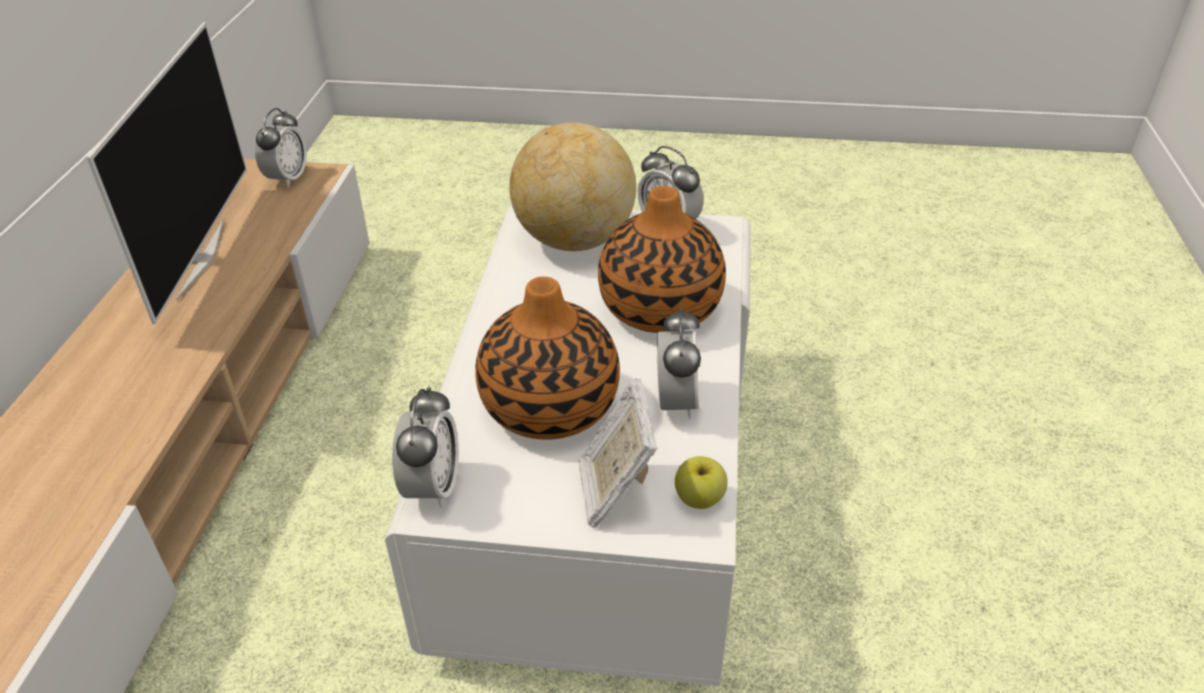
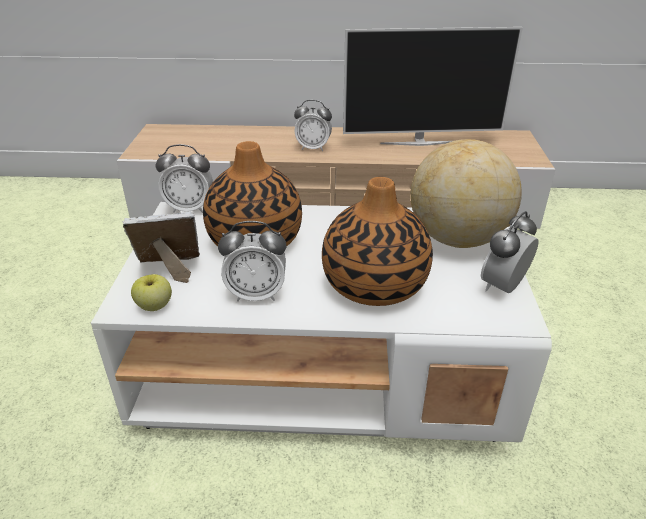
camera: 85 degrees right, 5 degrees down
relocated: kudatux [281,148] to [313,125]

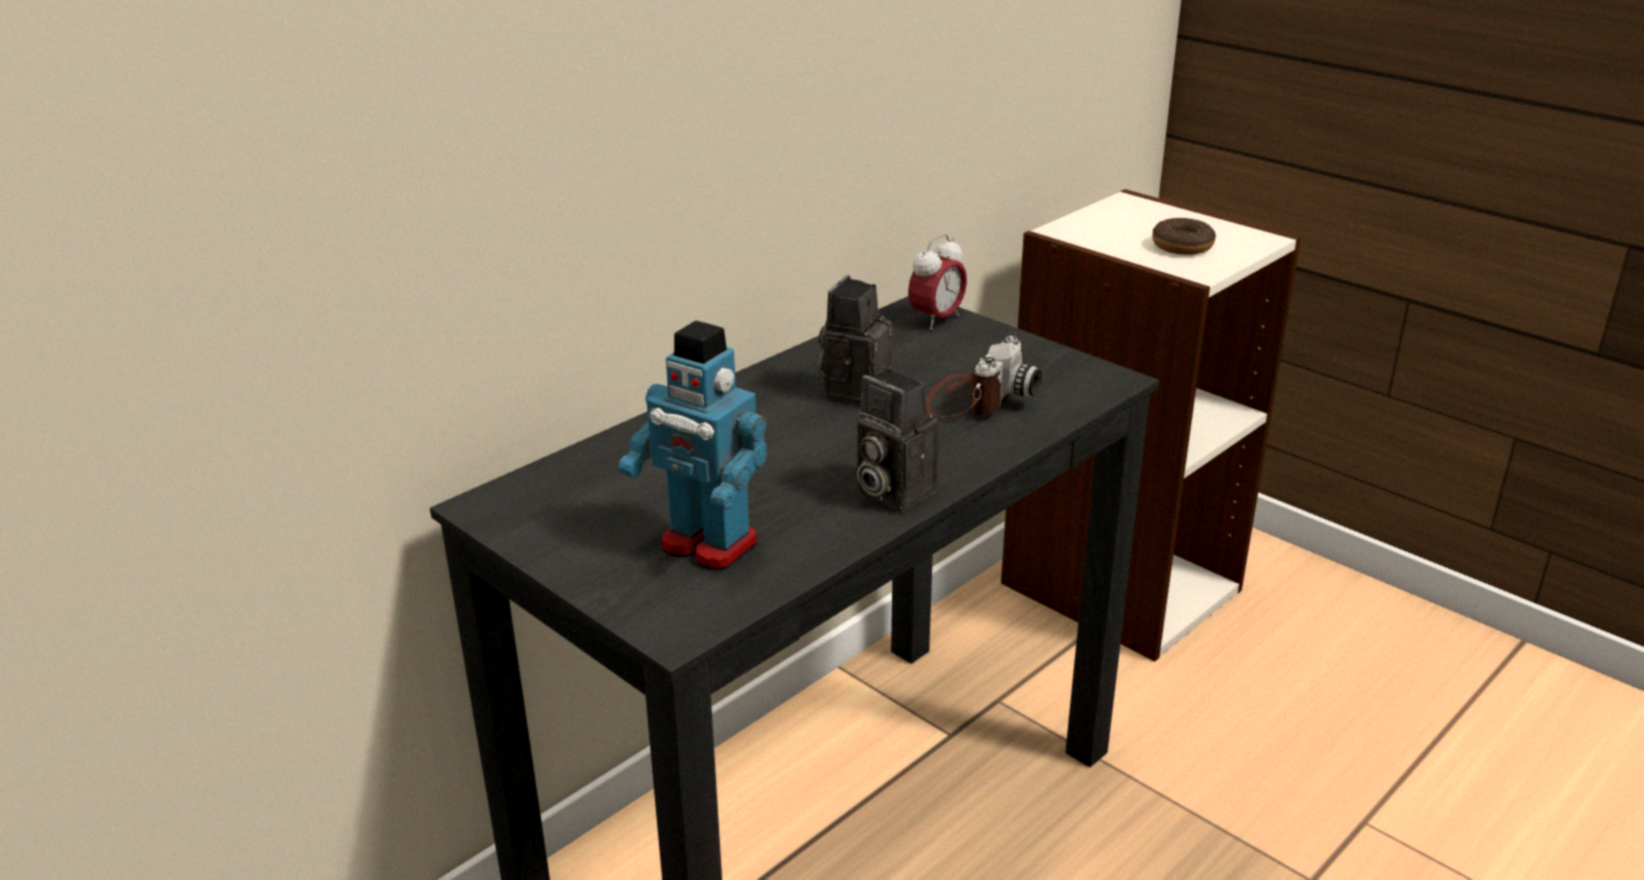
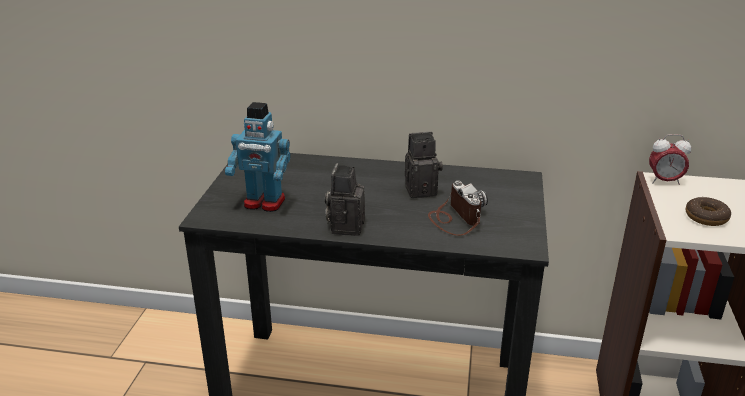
camera: 55 degrees right, 0 degrees up
relocated: kudatux [937,282] to [670,159]
spun: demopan [693,445] = [258,157] 75 degrees counterclockwise; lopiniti [984,376] = [458,208] 105 degrees counterclockwise

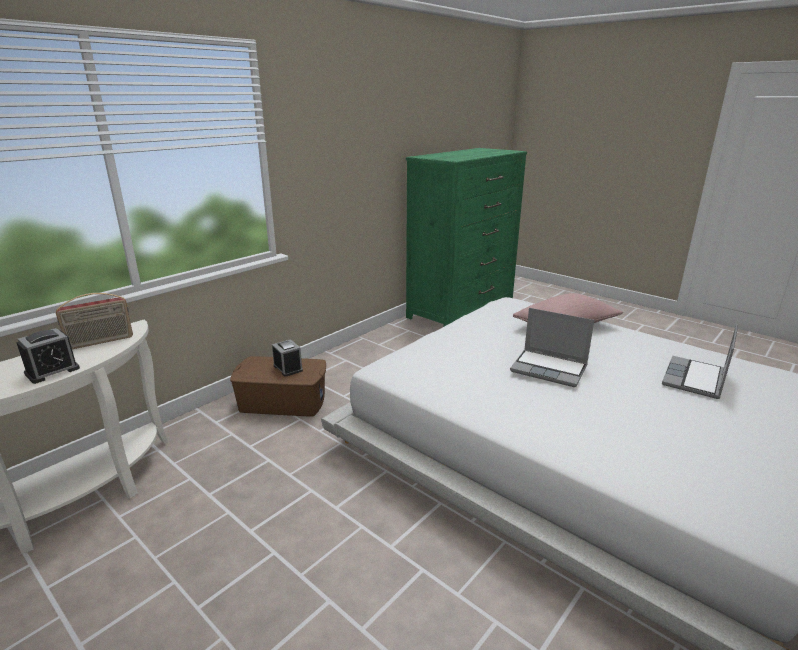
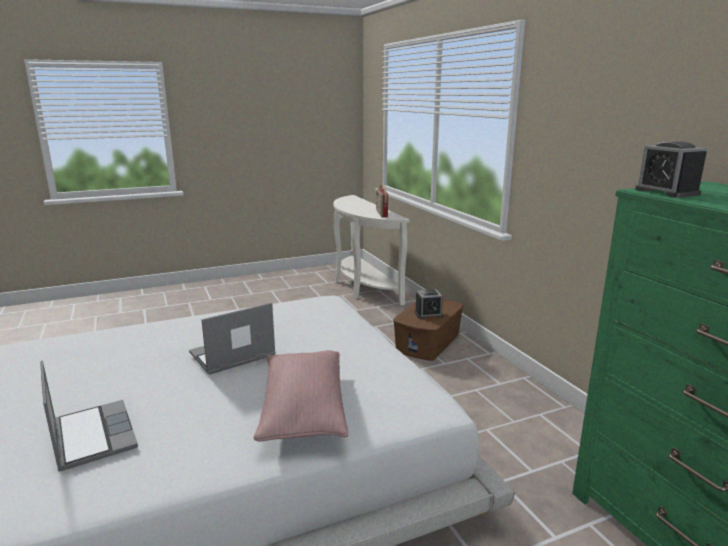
camera: 115 degrees right, 5 degrees down
relocated: kudatux [48,356] to [671,170]

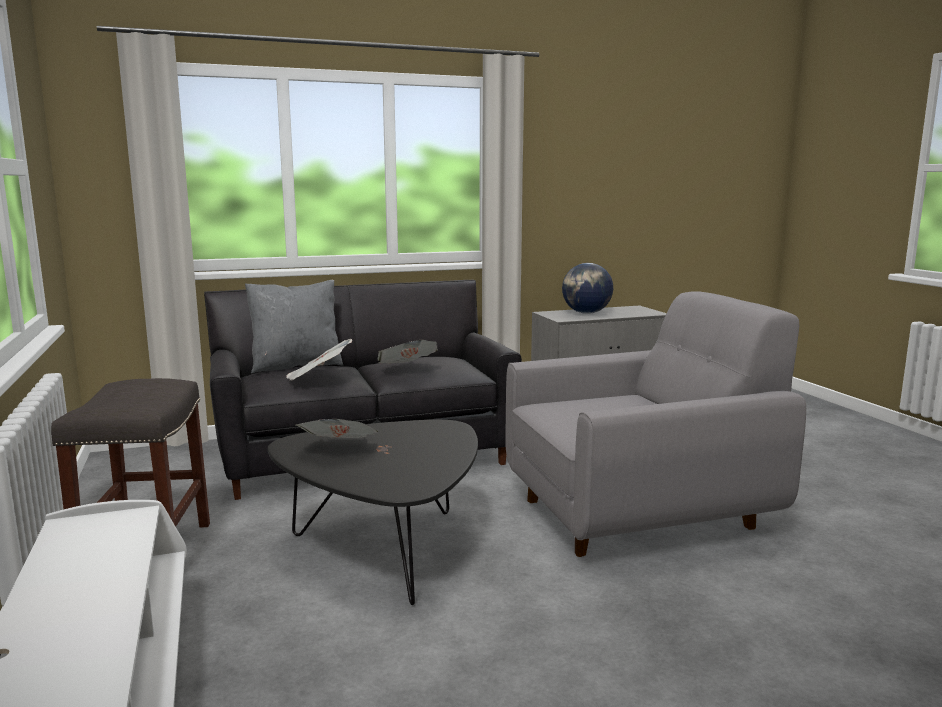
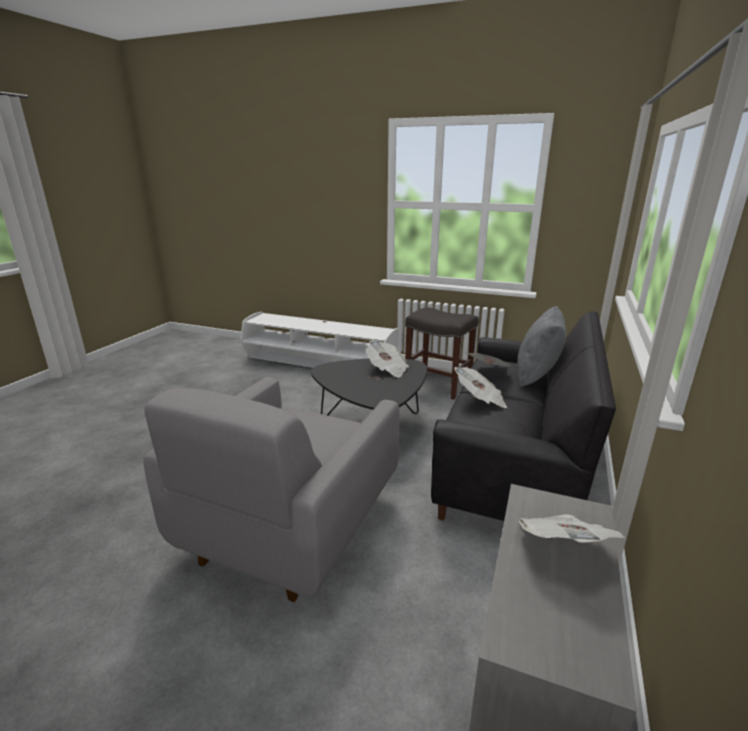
camera: 130 degrees right, 10 degrees up
exchanged: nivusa [587,288] to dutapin [571,528]

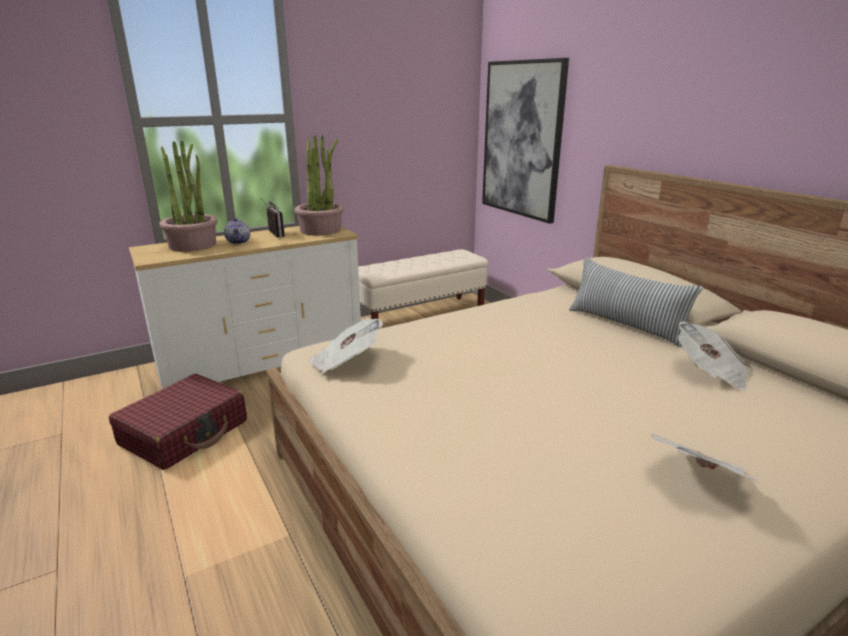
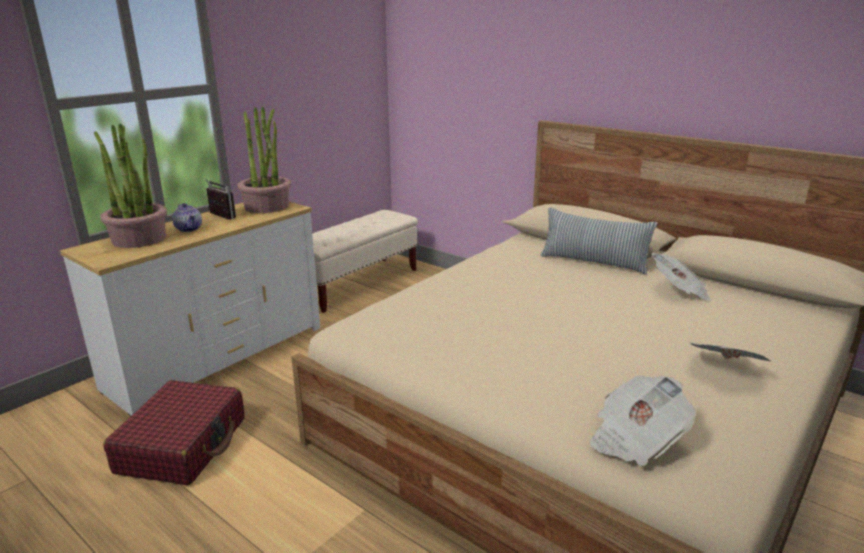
camera: 20 degrees left, 0 degrees up
missing: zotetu [525,141]
relocated: dutapin [346,346] to [642,420]

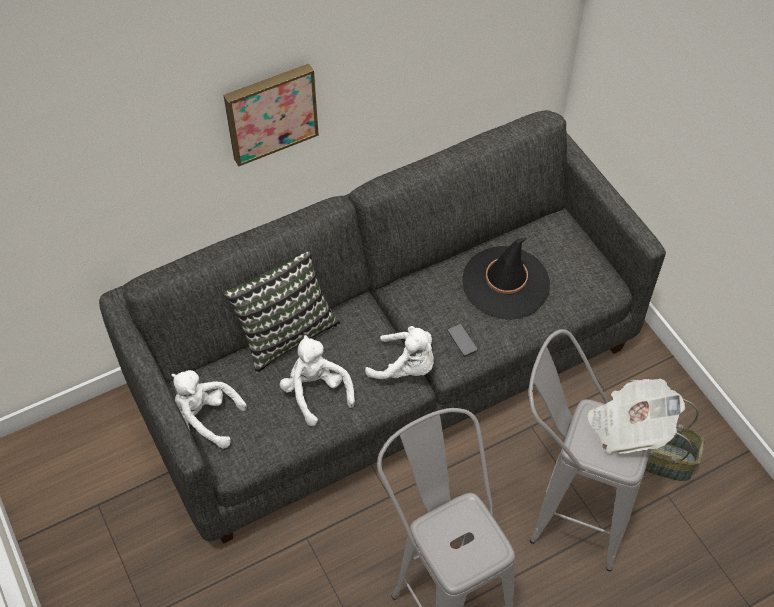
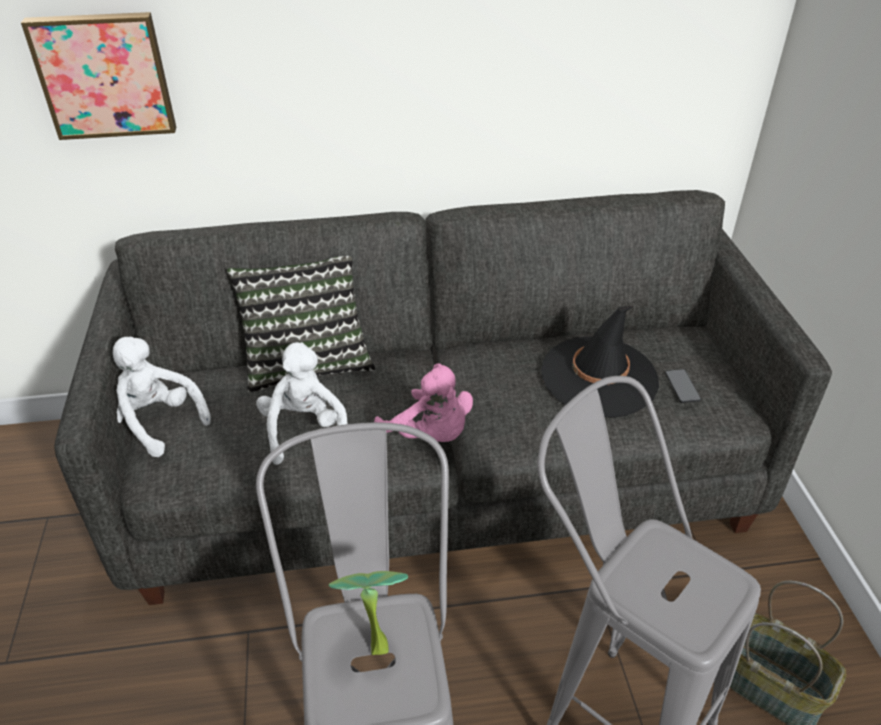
camera: 20 degrees right, 15 degrees down
missing: dutapin [636,416]
appeared: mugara [368,613]
relocated: zotetu [271,115] to [98,76]; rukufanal [462,340] to [683,386]
colour: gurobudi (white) [399,352] to gurobudi (pink) [423,402]

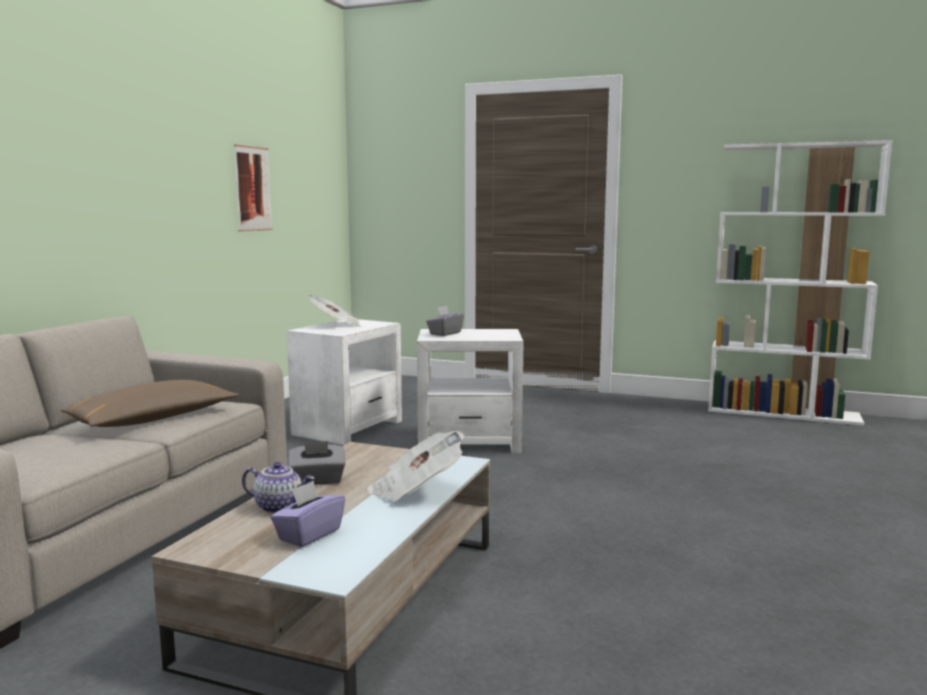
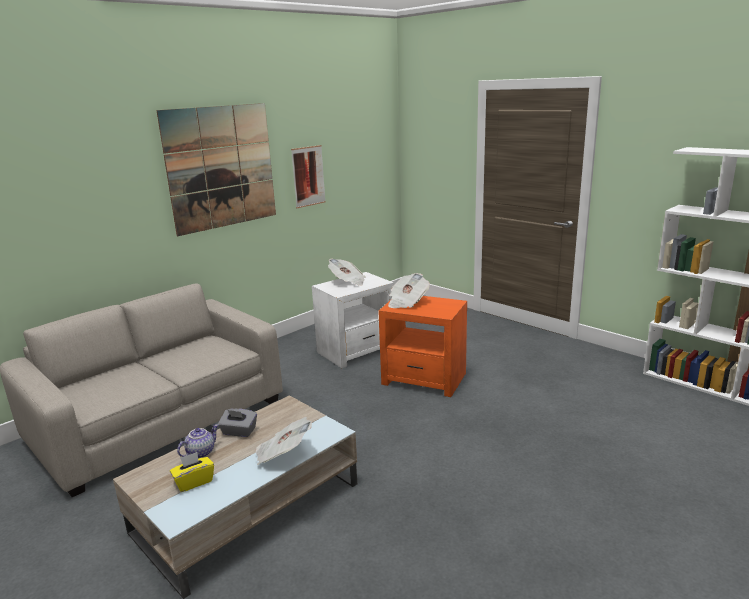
camera: 25 degrees right, 10 degrees up
missing: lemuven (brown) [149,403]
appeared: zotetu [216,169]
exchanged: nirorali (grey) [445,321] to dutapin [409,290]
colour: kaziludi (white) [470,391] to kaziludi (orange) [422,346]; nirorali (purple) [308,514] to nirorali (yellow) [192,472]
spun: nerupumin [278,488] = [197,441] 90 degrees counterclockwise

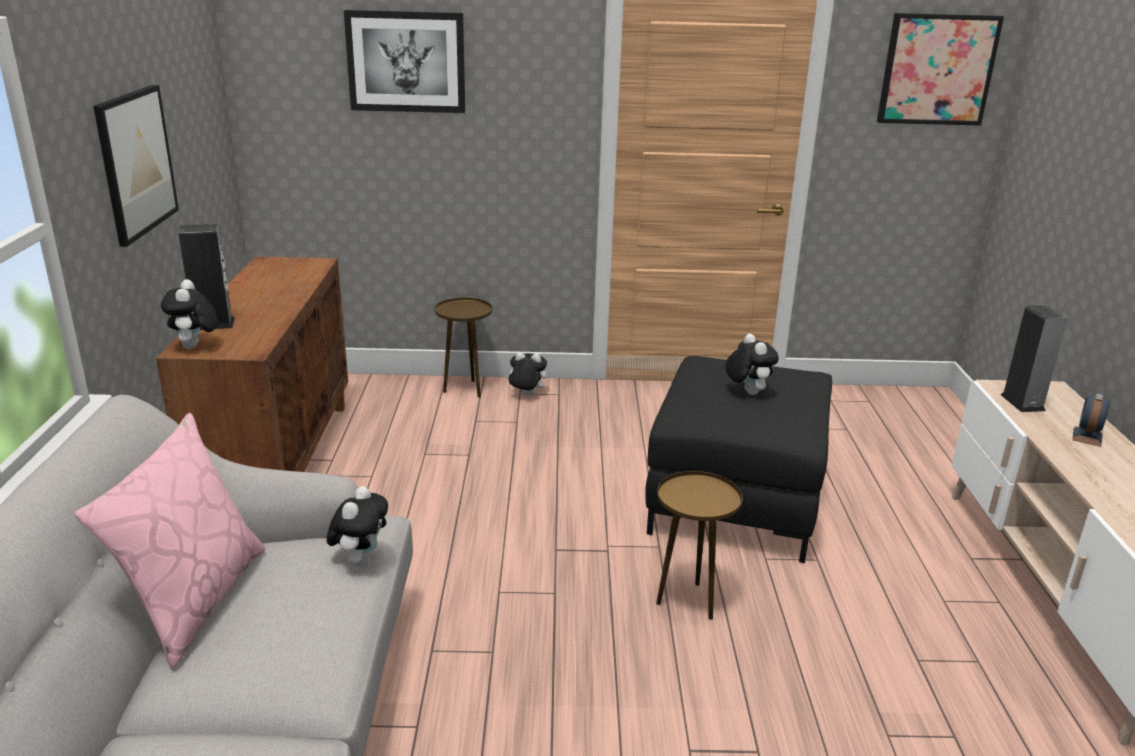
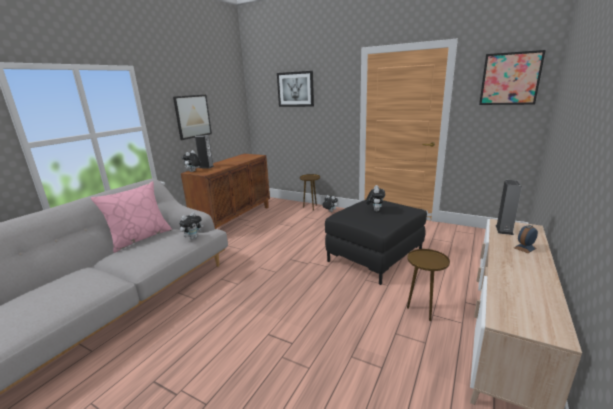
camera: 30 degrees right, 5 degrees down
relocated: kaziludi (brown) [699,545] to [428,285]

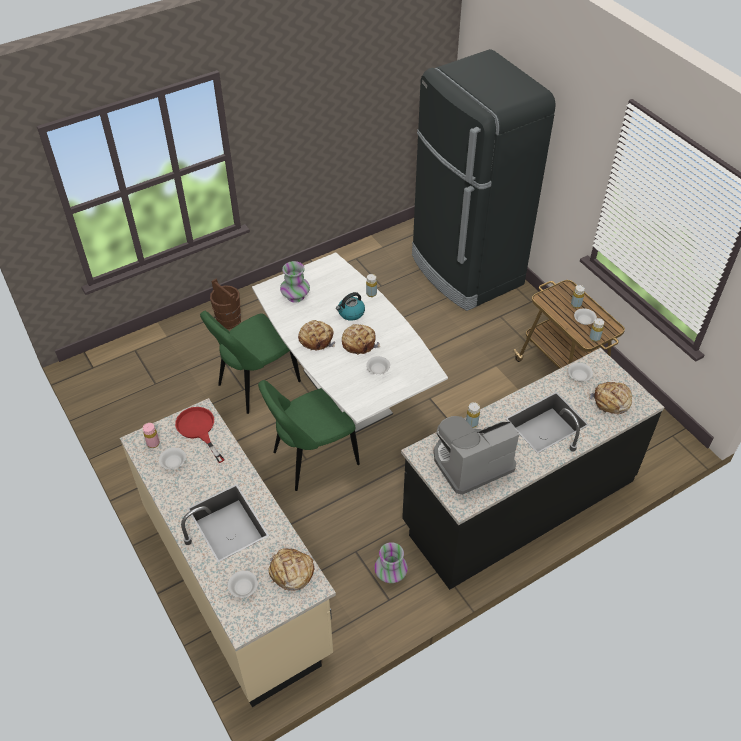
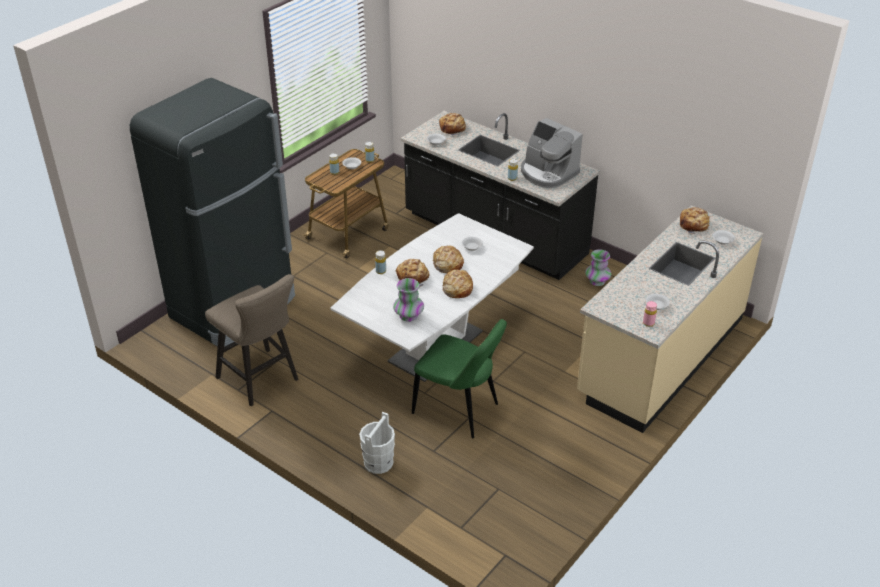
camera: 110 degrees left, 10 degrees down
missing: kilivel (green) [309,435]; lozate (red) [200,435]
appeared: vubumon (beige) [251,340]
exchanged: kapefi [350,306] to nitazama [412,273]
colour: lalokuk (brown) [225,304] to lalokuk (white) [377,443]

